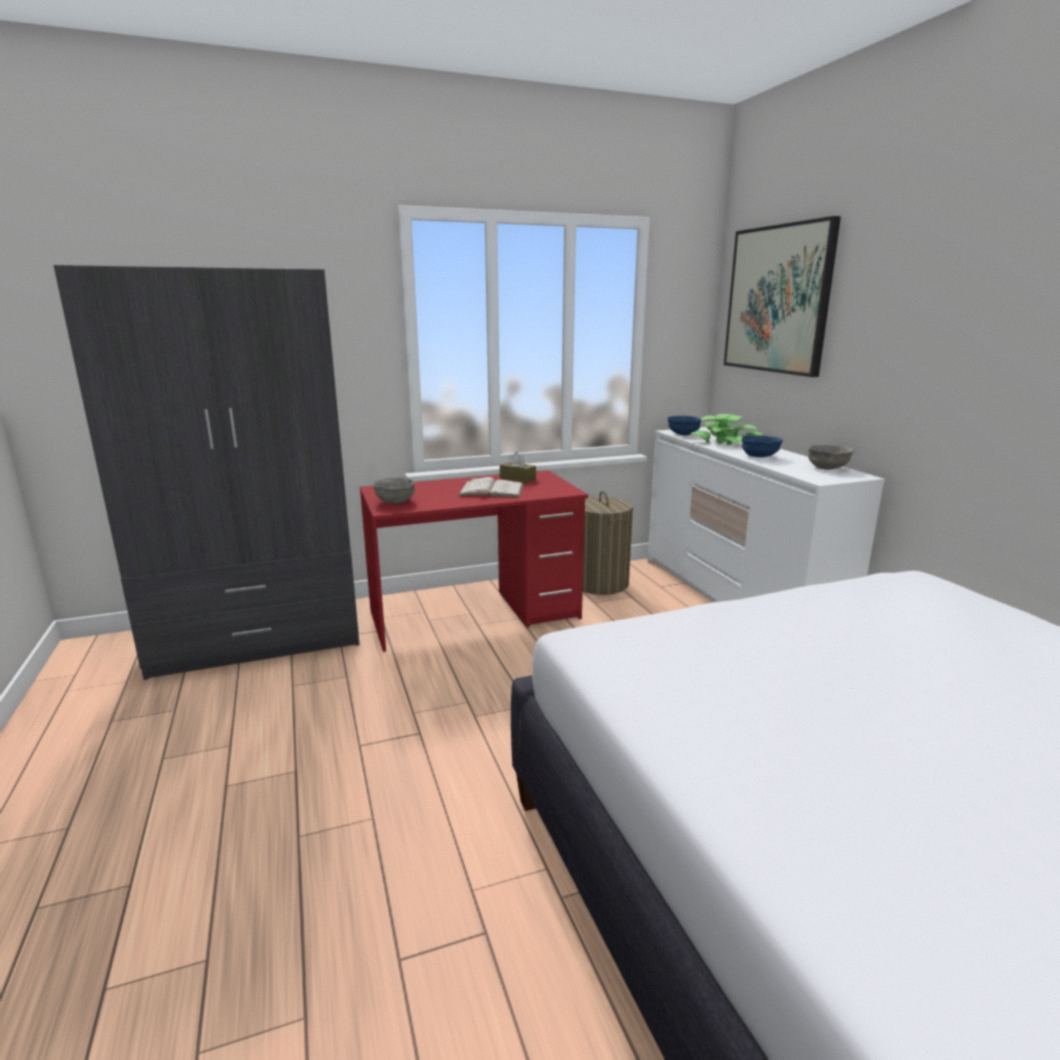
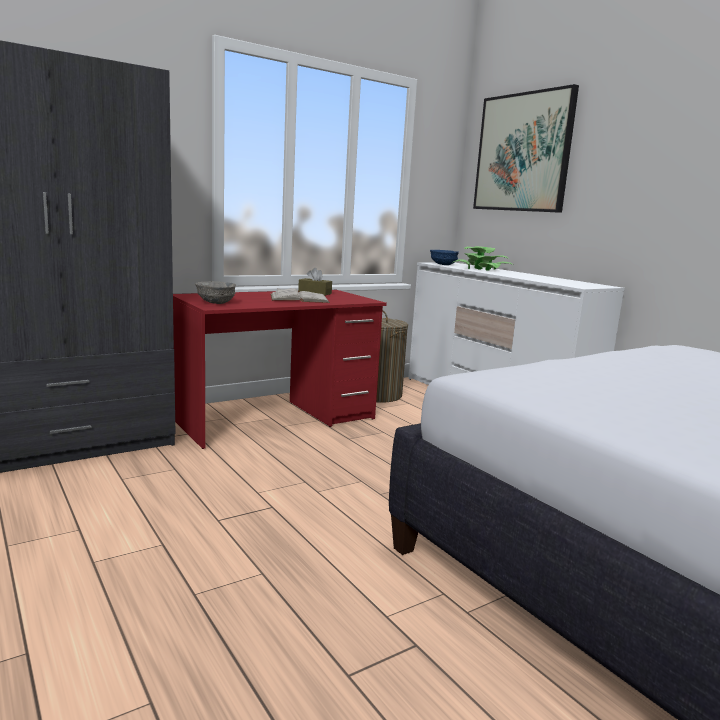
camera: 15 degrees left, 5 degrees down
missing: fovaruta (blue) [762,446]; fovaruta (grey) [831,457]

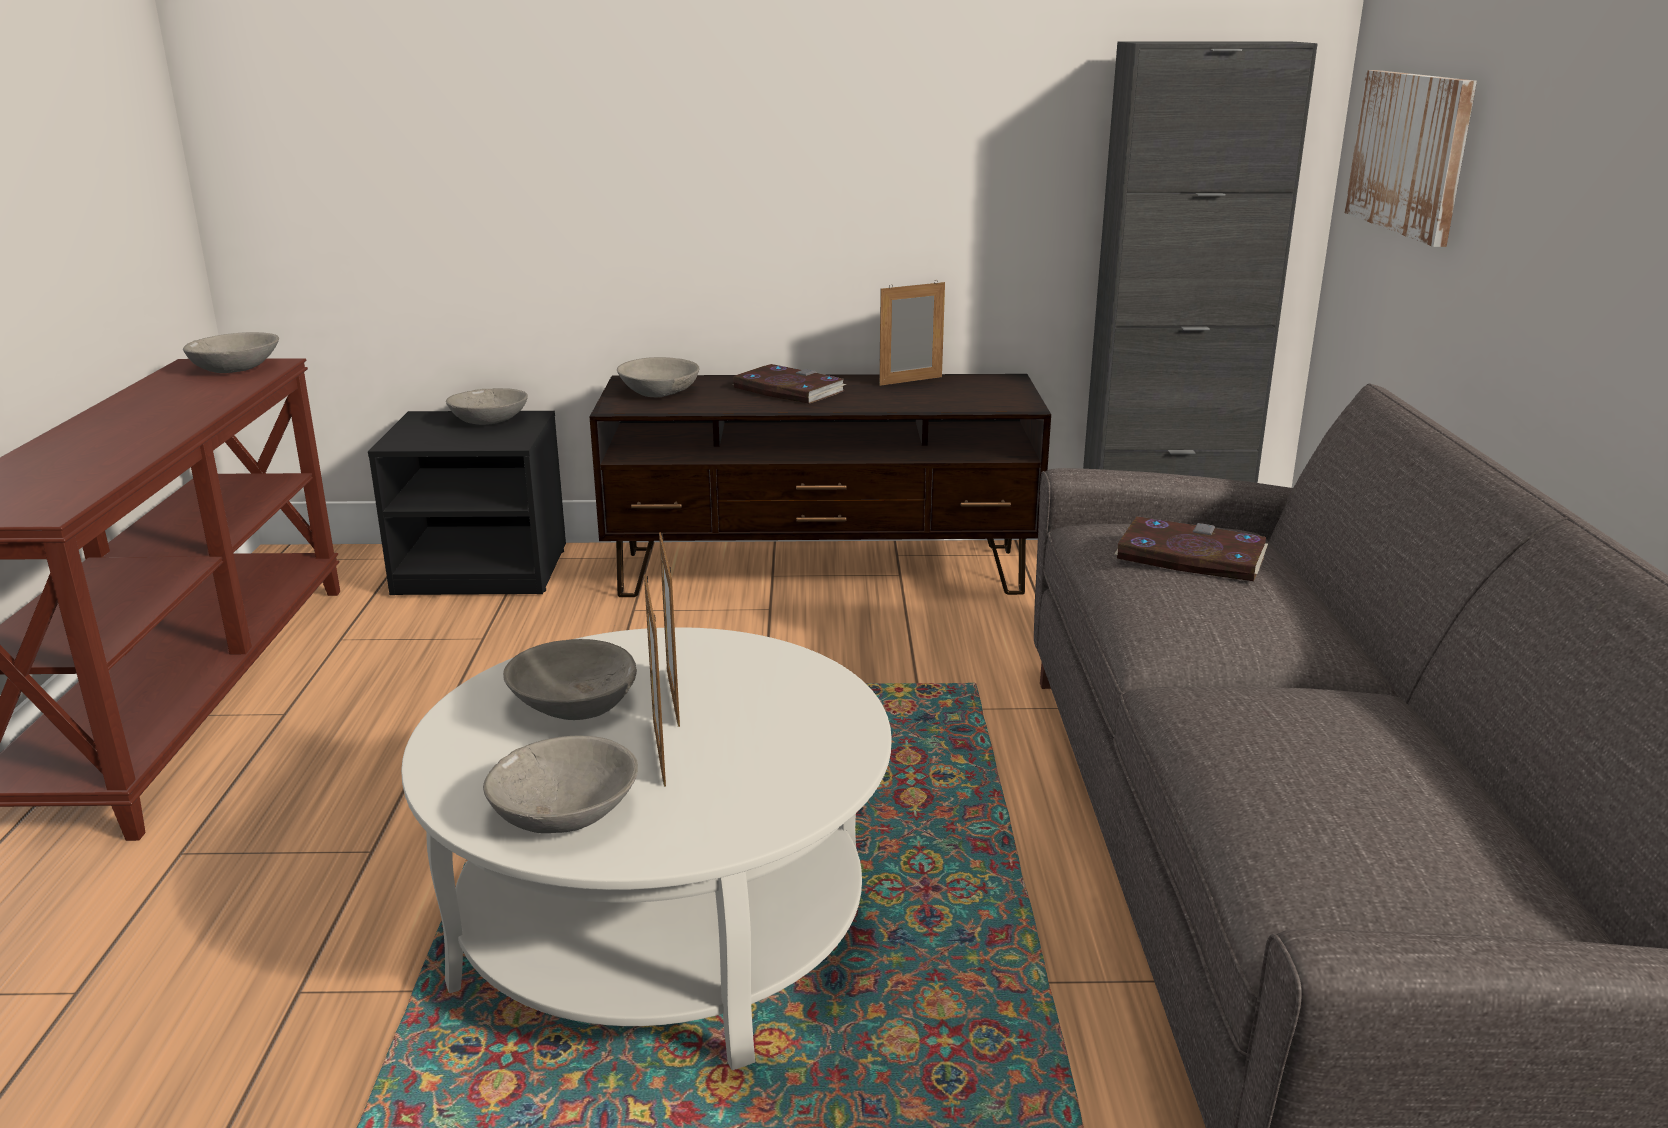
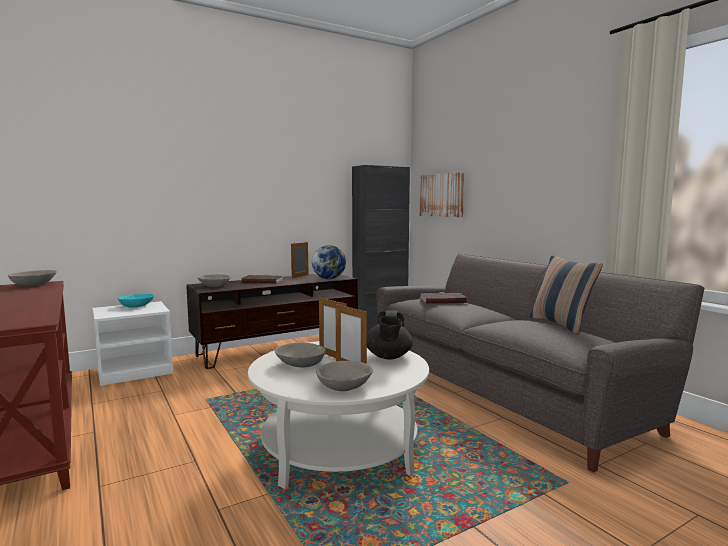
camera: 30 degrees left, 15 degrees down
appeared: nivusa [329,262]; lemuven [566,294]; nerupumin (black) [390,335]
colour: fovaruta (grey) [487,406] to fovaruta (turquoise) [136,300]; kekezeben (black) [467,503] to kekezeben (white) [133,343]

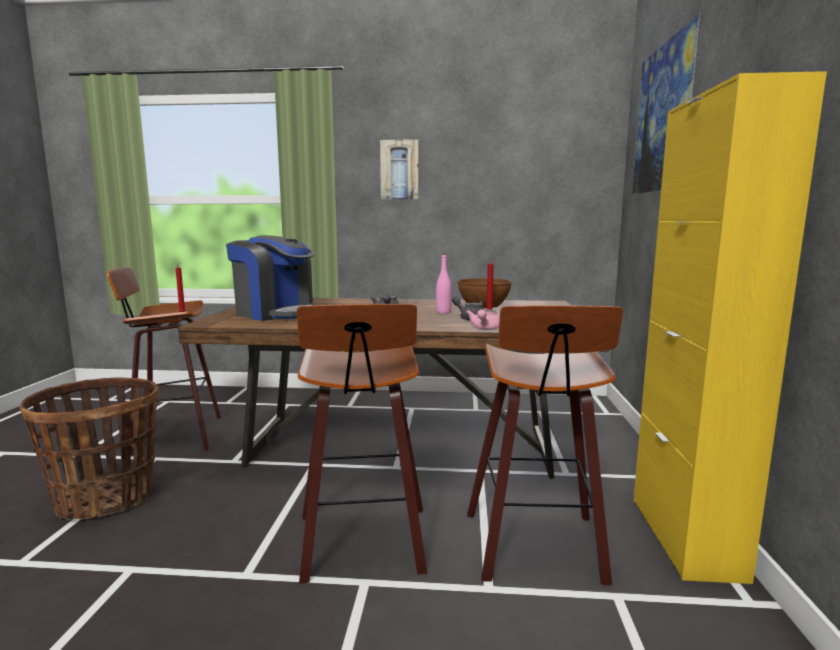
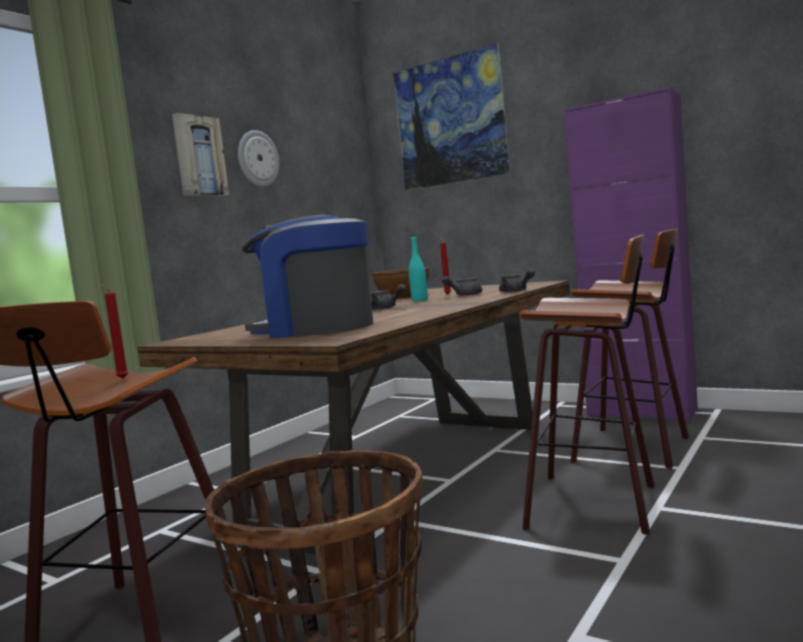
camera: 60 degrees left, 5 degrees down
appeared: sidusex [259,158]
colour: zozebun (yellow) [730,327] to zozebun (purple) [631,254]; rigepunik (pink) [444,284] to rigepunik (turquoise) [418,268]; nerupumin (pink) [483,319] to nerupumin (grey) [517,281]
spun: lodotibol [271,278] = [307,276] 135 degrees counterclockwise

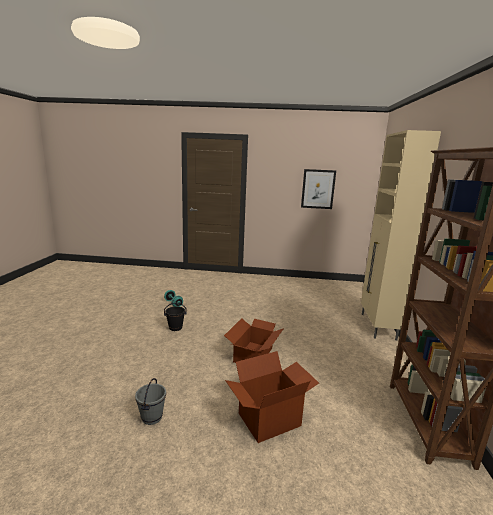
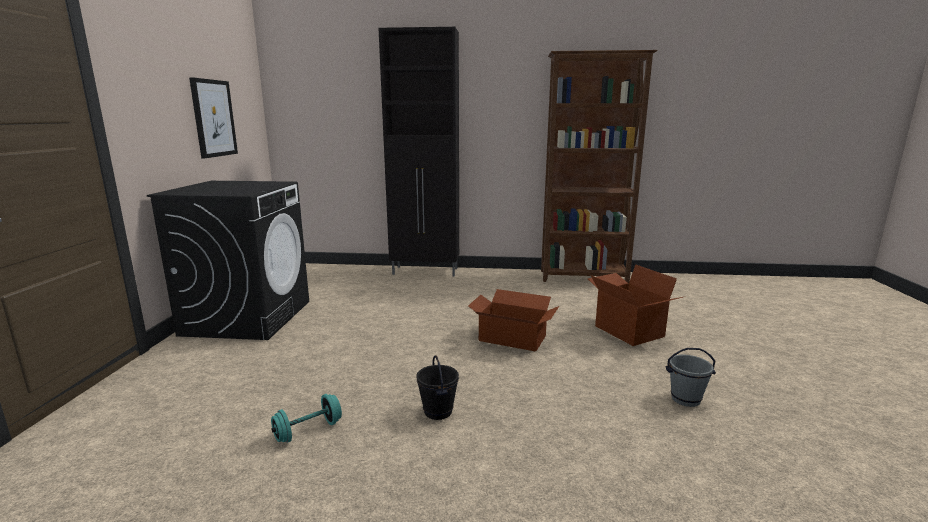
camera: 90 degrees left, 0 degrees up
appeared: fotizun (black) [228,260]
colour: zozebun (beige) [401,235] to zozebun (black) [418,152]

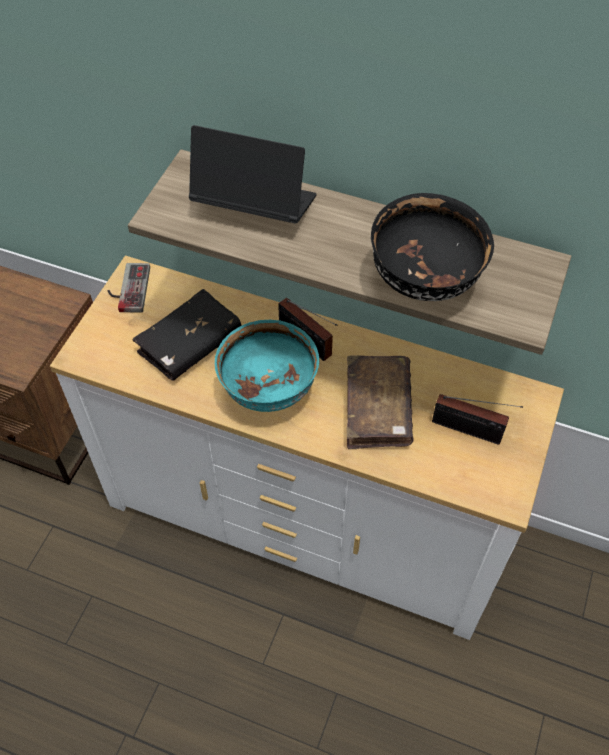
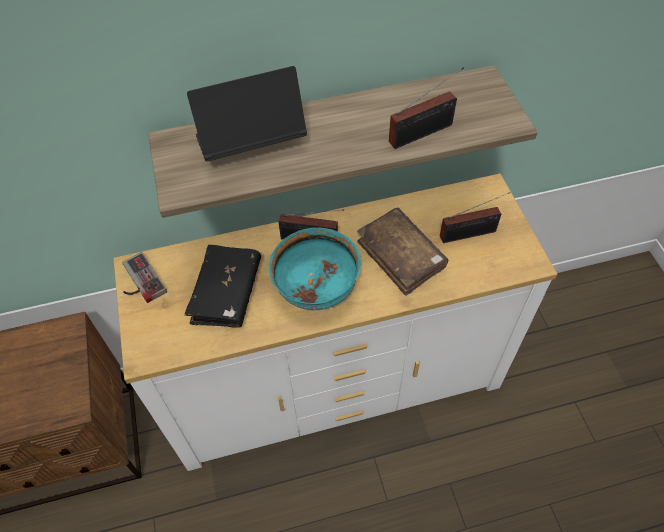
camera: 35 degrees left, 0 degrees up
exchanged: fovaruta (black) [432,247] to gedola [426,108]

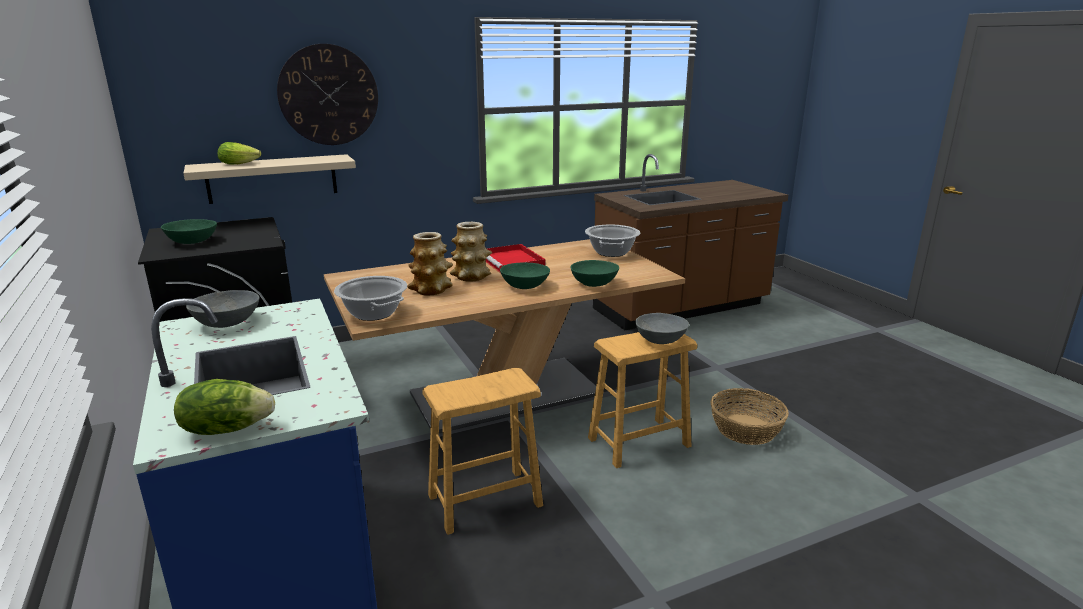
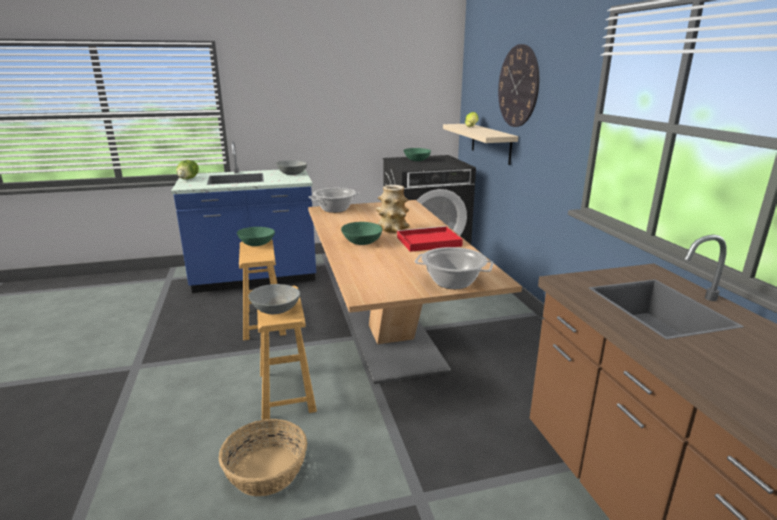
camera: 100 degrees right, 0 degrees up
missing: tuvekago [430,263]
relocated: fovaruta (green) [594,273] to [256,236]

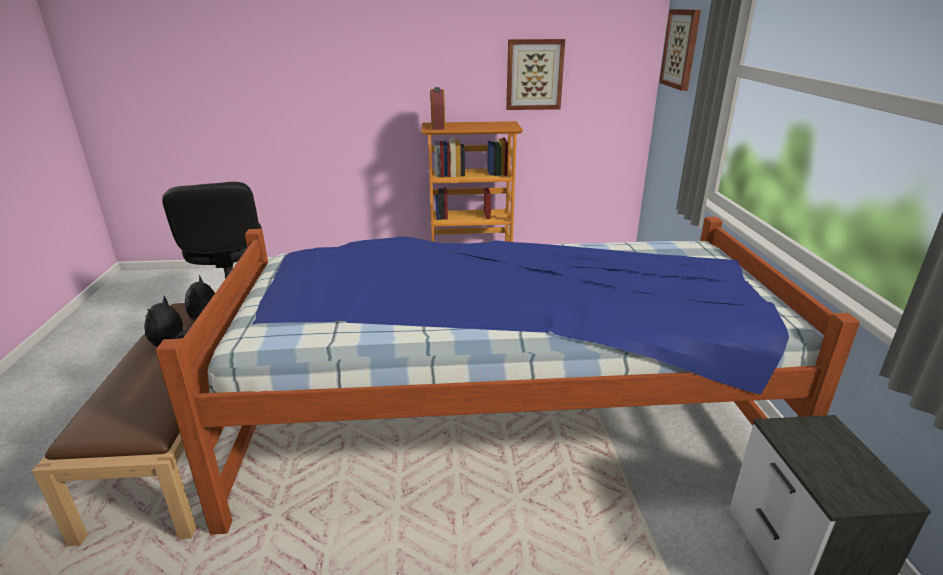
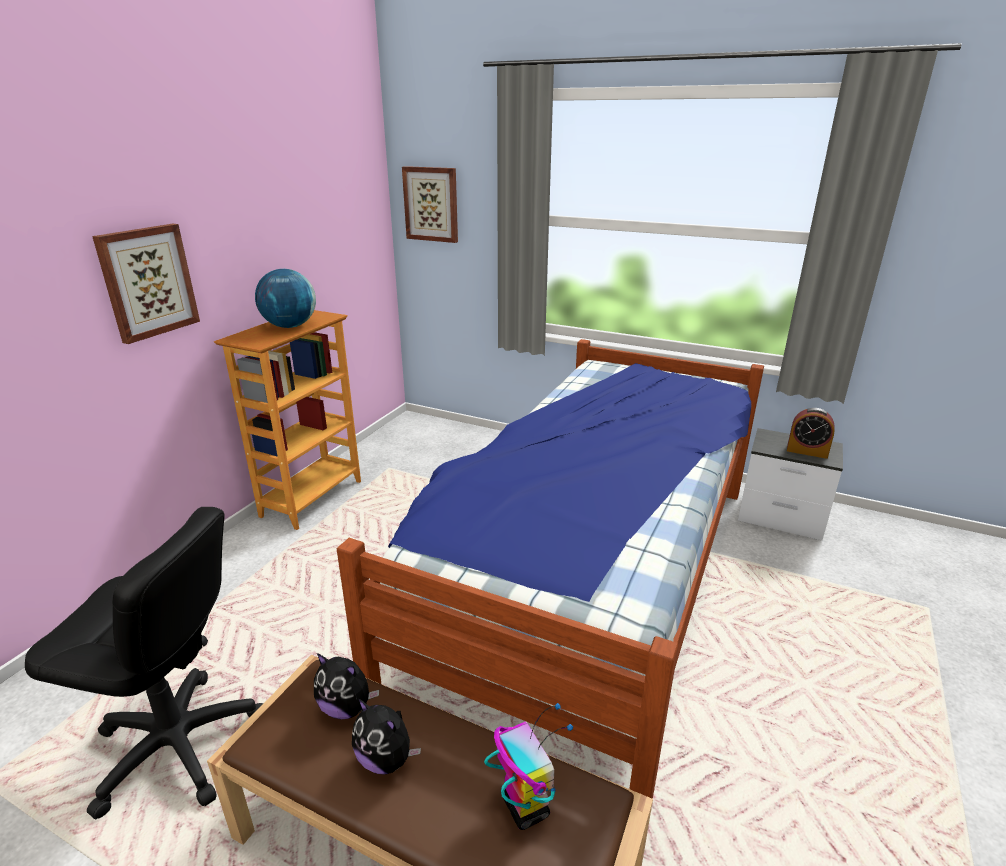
camera: 60 degrees left, 0 degrees up
appeared: nivusa [285,298]; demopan [528,766]
relocated: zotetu [535,74] to [146,284]; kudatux [437,108] to [811,433]

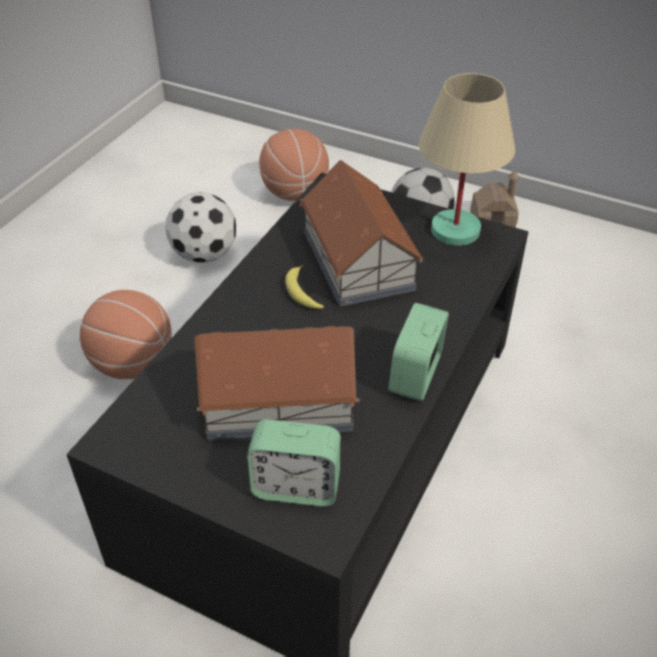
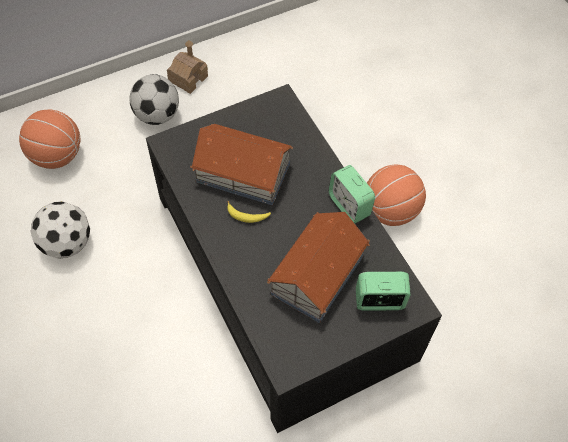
camera: 55 degrees left, 15 degrees up
missing: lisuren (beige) [467,159]
relocated: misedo [126,334] to [396,195]
spun: kudatux [294,463] = [383,291] 135 degrees counterclockwise

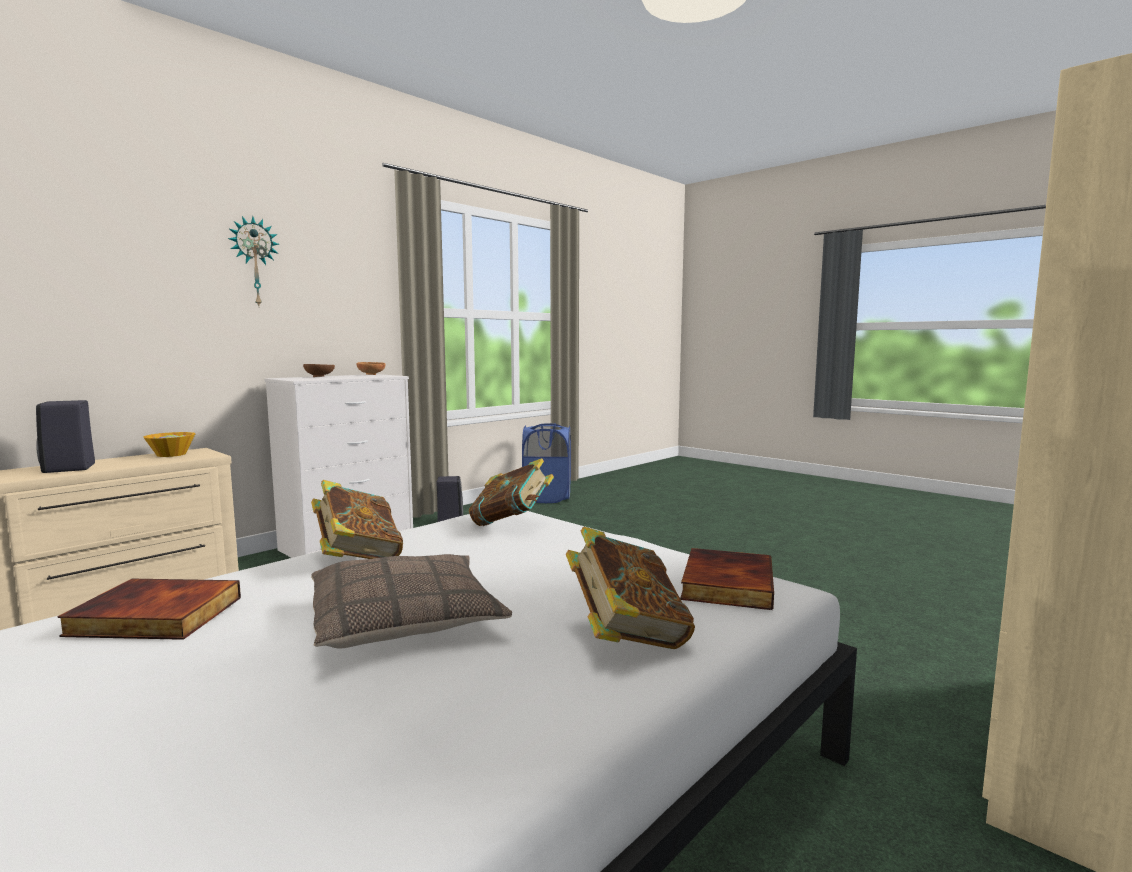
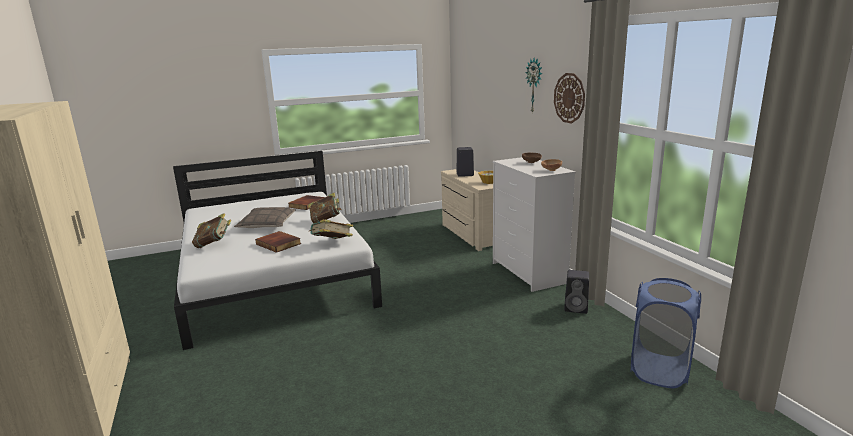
camera: 115 degrees right, 10 degrees up
appeared: sidusex [569,98]
relocated: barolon [727,579] to [278,242]

